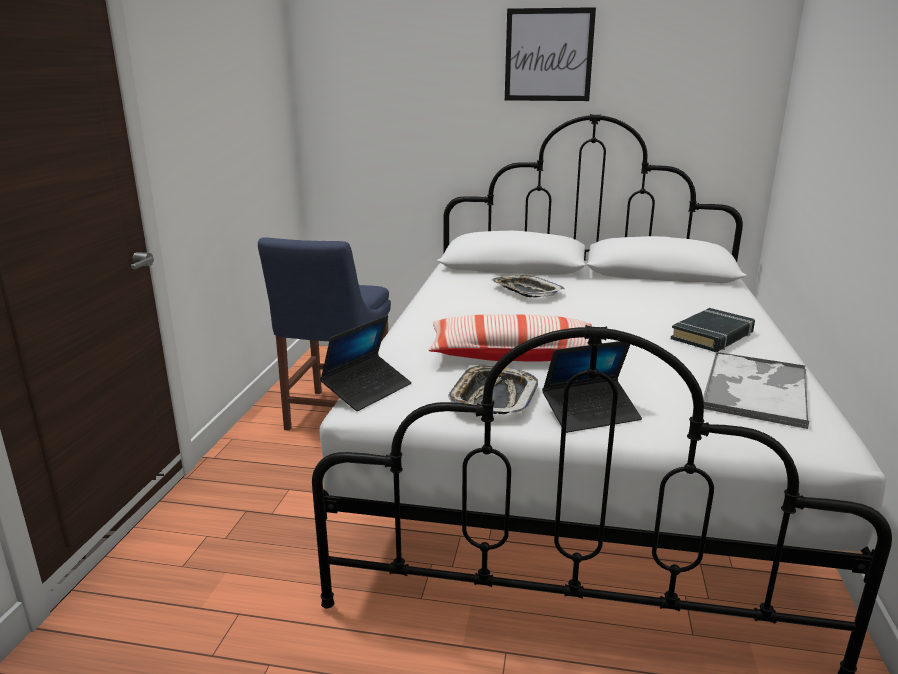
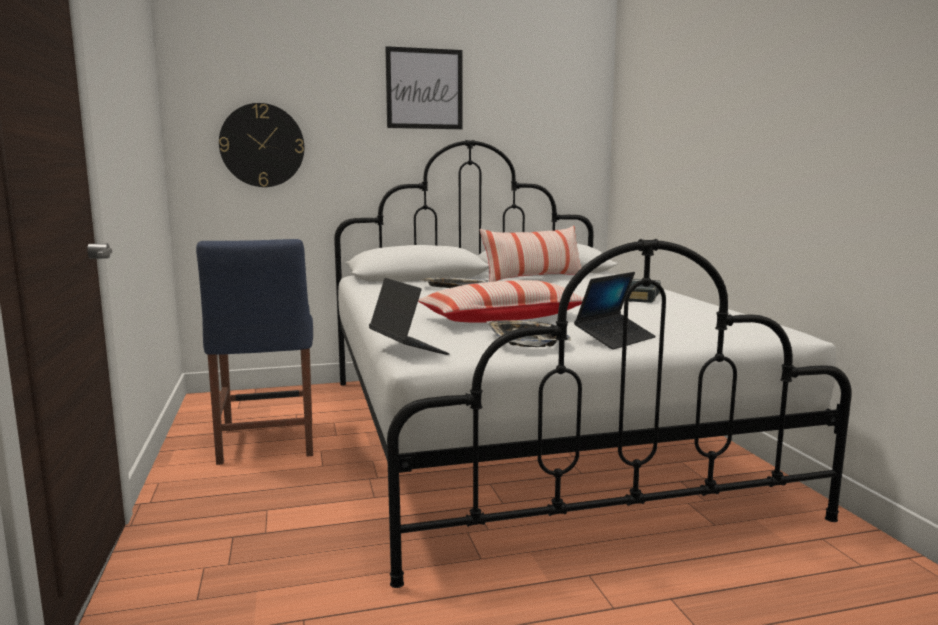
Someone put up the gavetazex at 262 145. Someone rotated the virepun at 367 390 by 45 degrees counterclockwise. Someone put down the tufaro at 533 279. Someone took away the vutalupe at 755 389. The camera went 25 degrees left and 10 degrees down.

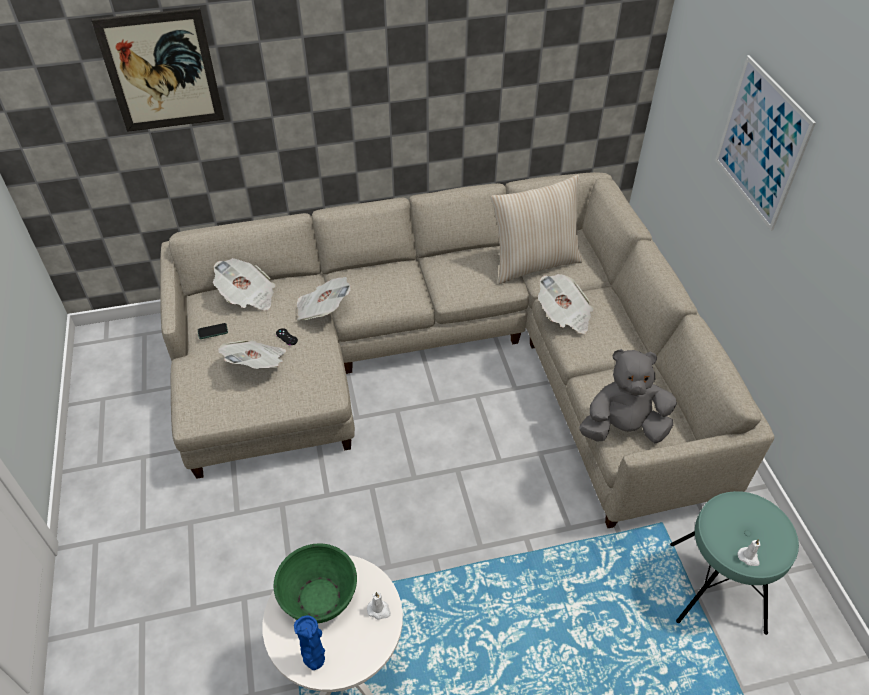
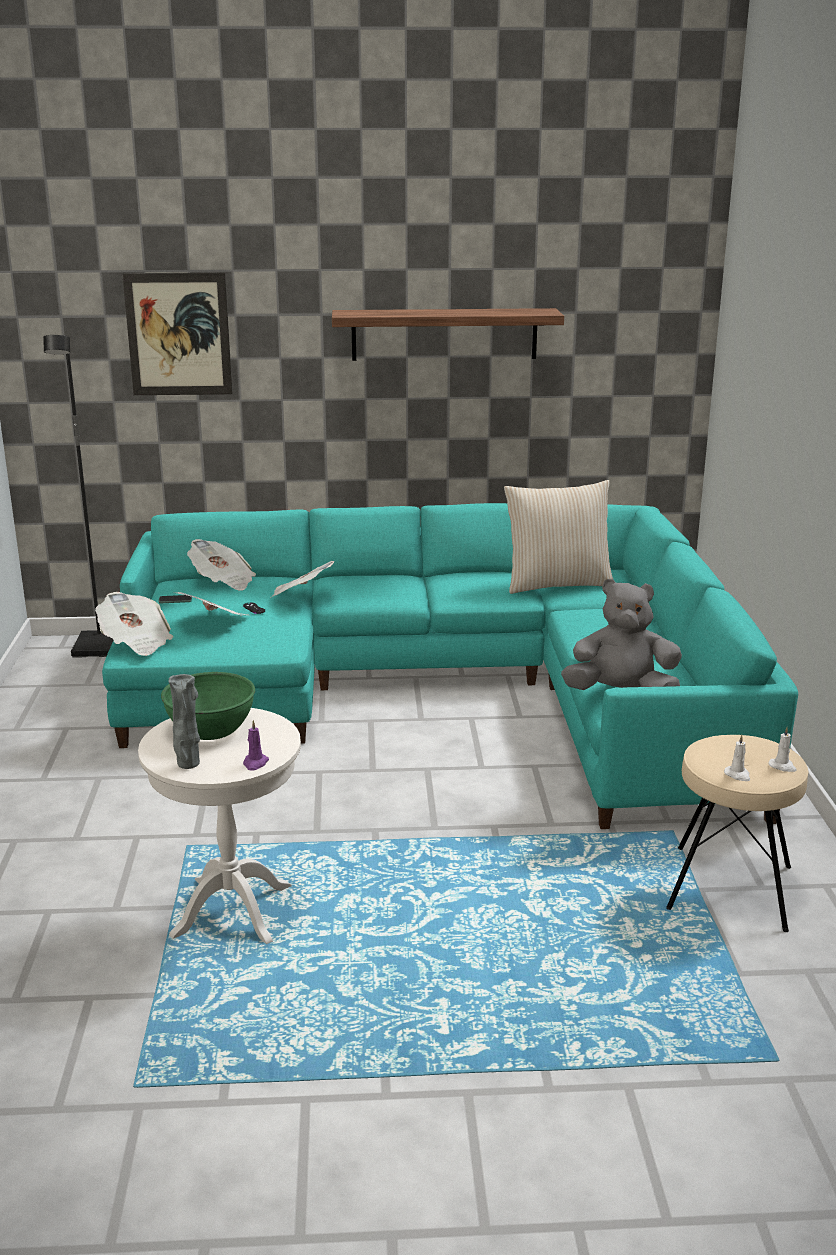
Someone put down the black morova at 98 647. Someone carried the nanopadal from 564 315 to 136 642. Someone repainted the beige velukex at 449 360, which became the turquoise velukex at 446 690. Someone repainted the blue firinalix at 315 661, which became the grey firinalix at 188 764. Someone put down the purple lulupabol at 255 763. Someone put up the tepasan at 444 334. Someone repainted the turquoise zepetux at 716 587, which became the beige zepetux at 729 888. Someone carried the white lulupabol from 379 610 to 782 766. Someone took away the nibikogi at 761 143. The camera went 10 degrees right and 25 degrees down.

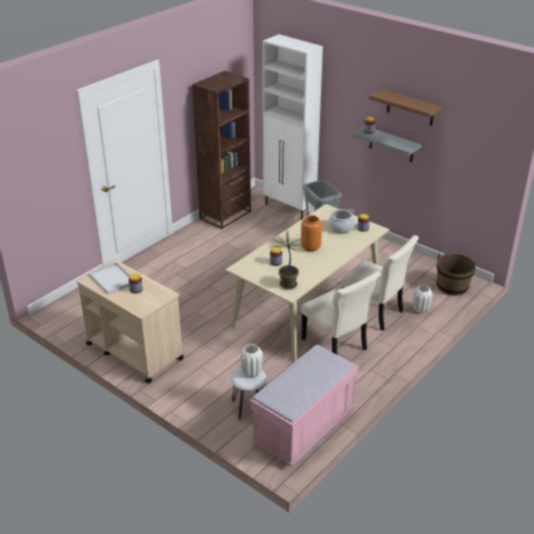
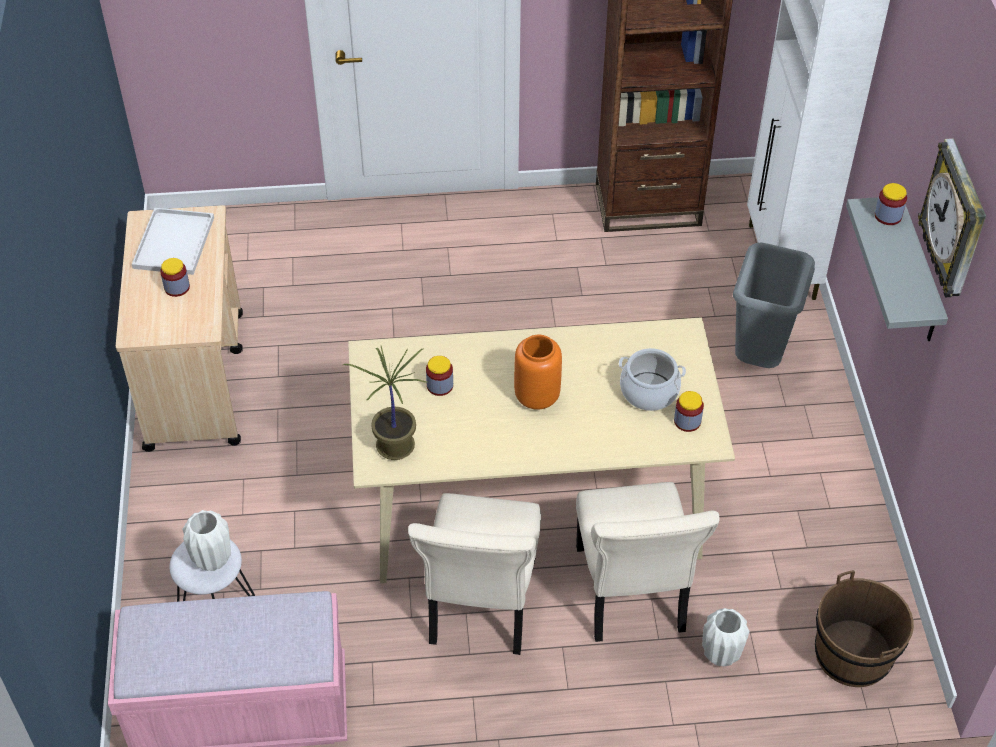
Someone swapped the brown tepasan at 410 108 for the gavetazex at 955 223. The camera went 45 degrees right and 15 degrees up.

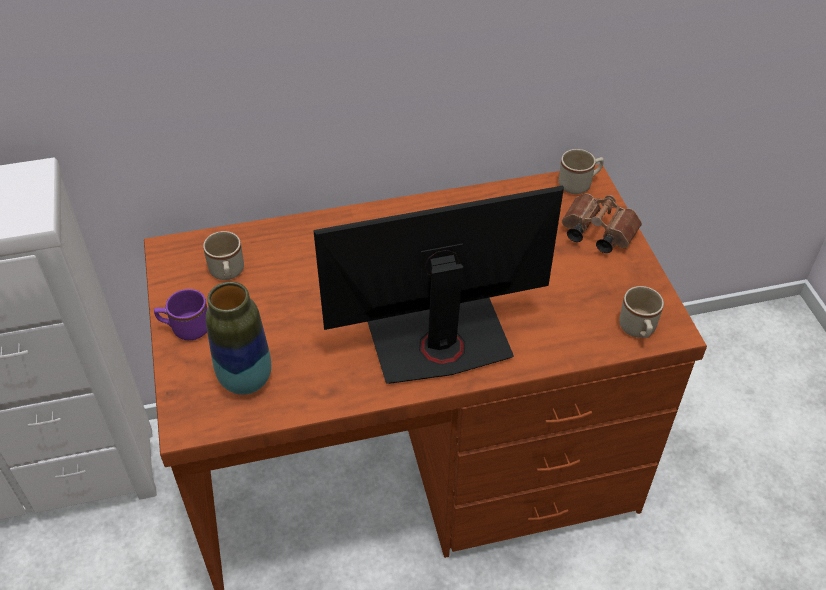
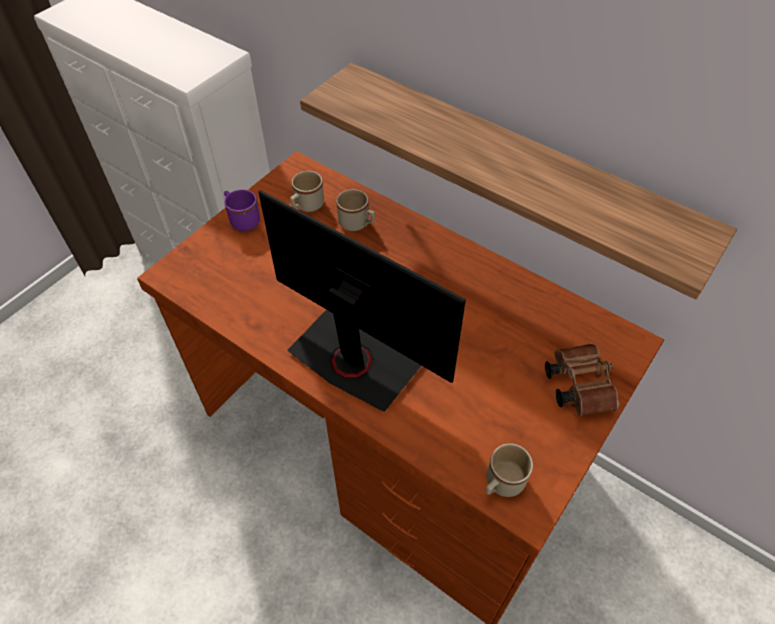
Someone put up the tepasan at 515 170. Someone carried the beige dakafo from 579 184 to 357 224. Someone took away the firinalix at 246 380. The camera went 50 degrees right and 5 degrees up.

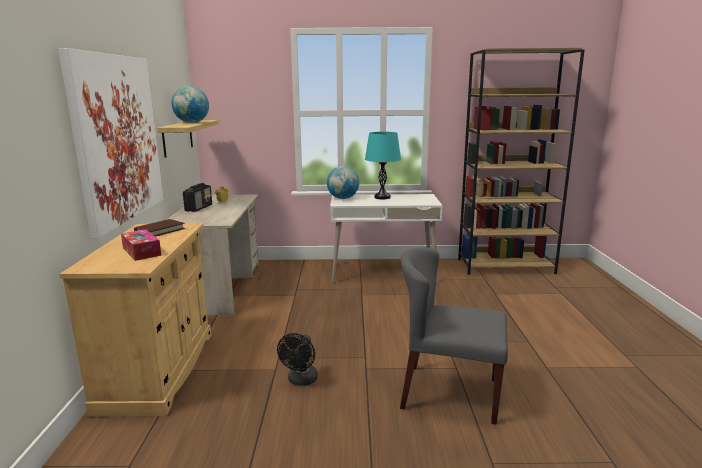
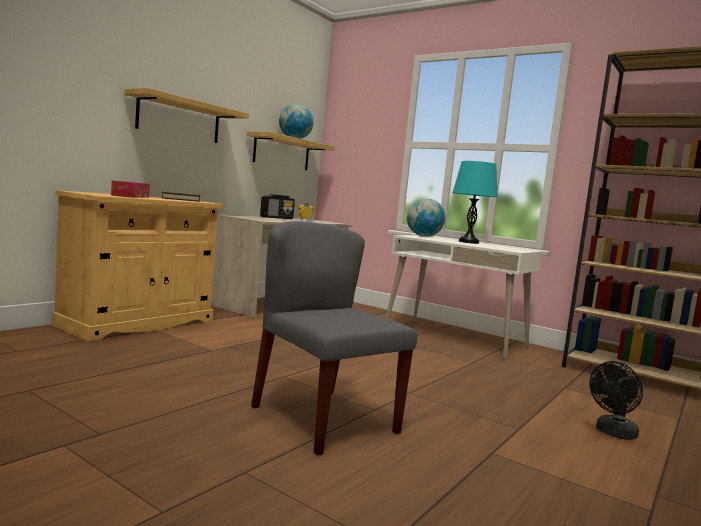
Someone swapped the nibikogi at 117 139 for the tepasan at 179 119. Someone carried the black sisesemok from 301 381 to 613 433. The camera went 35 degrees right and 10 degrees down.

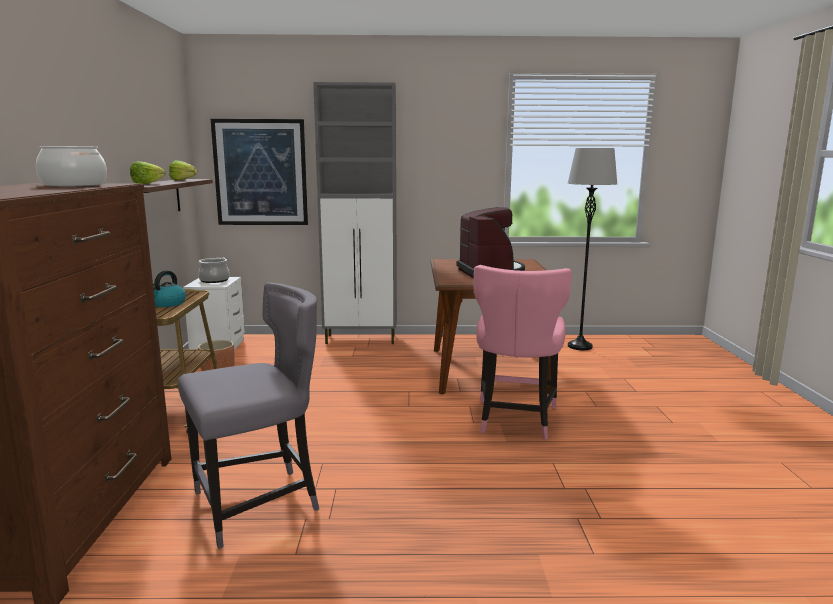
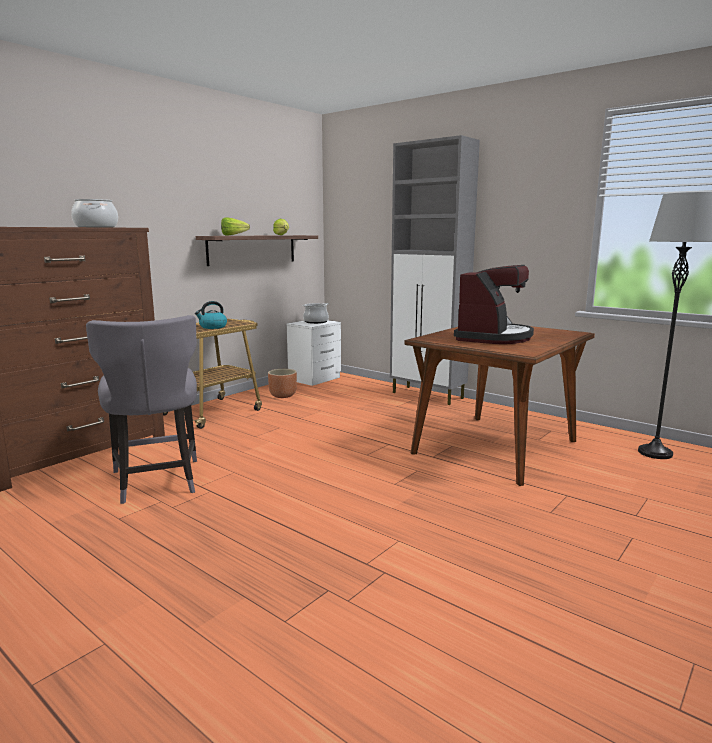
Someone rotated the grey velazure at 259 503 by 60 degrees clockwise. Someone took away the nibikogi at 260 172. Someone took away the pink velazure at 515 420. The camera went 40 degrees right and 0 degrees up.

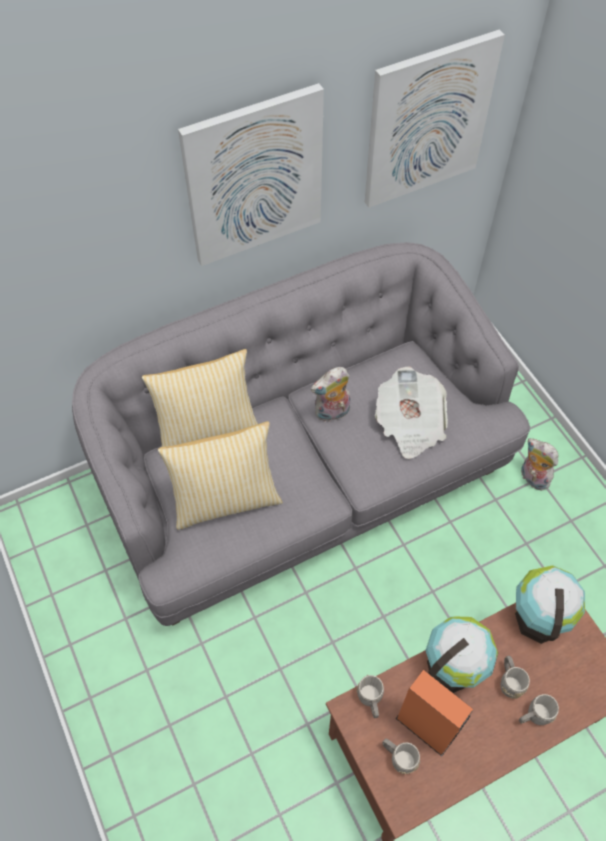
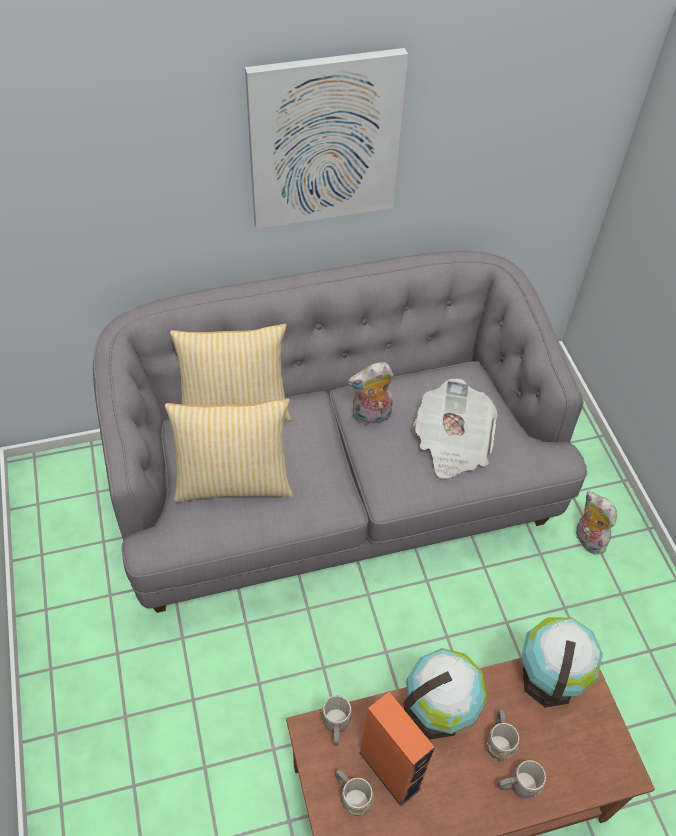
Someone took away the nibikogi at 427 120. The camera went 10 degrees right and 5 degrees down.

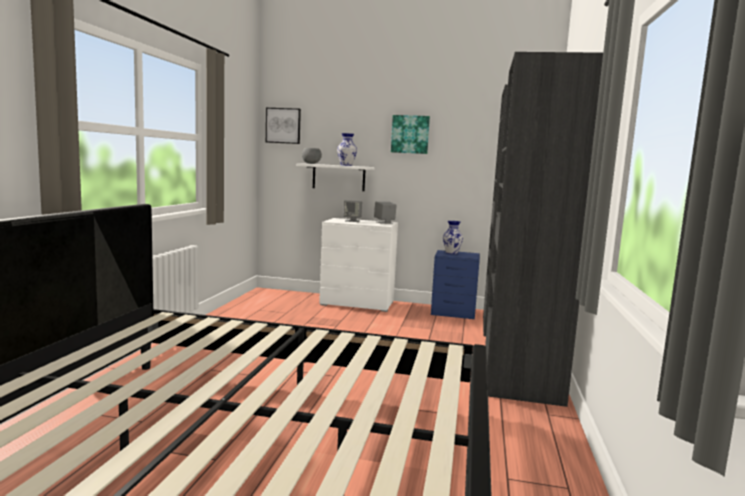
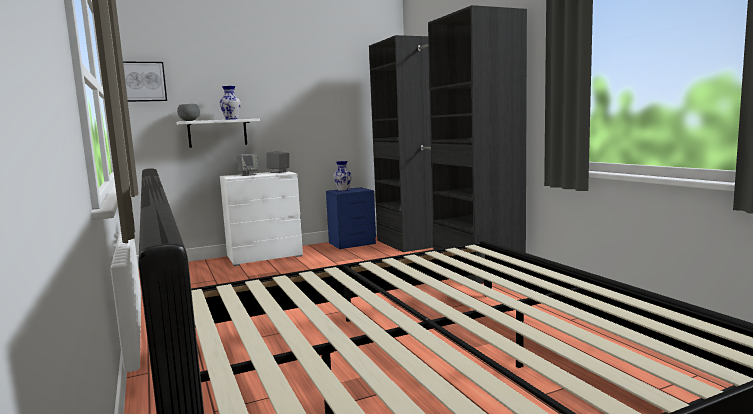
Someone took away the nibikogi at 410 134. The camera went 35 degrees left and 0 degrees up.

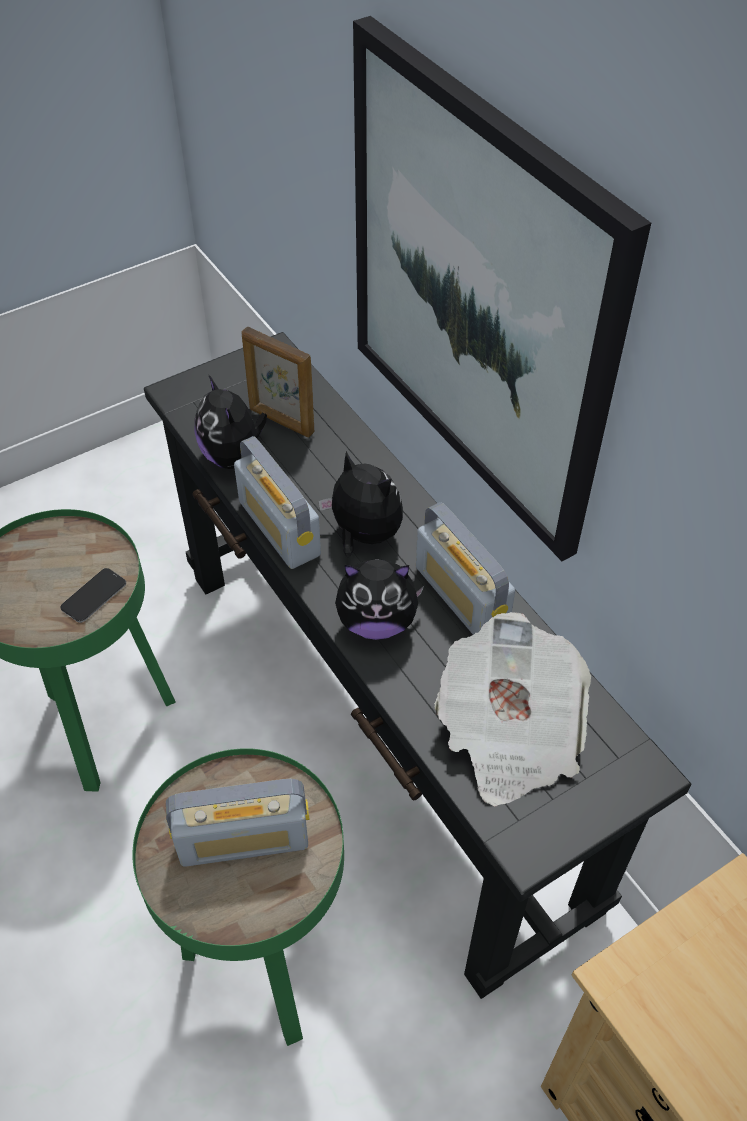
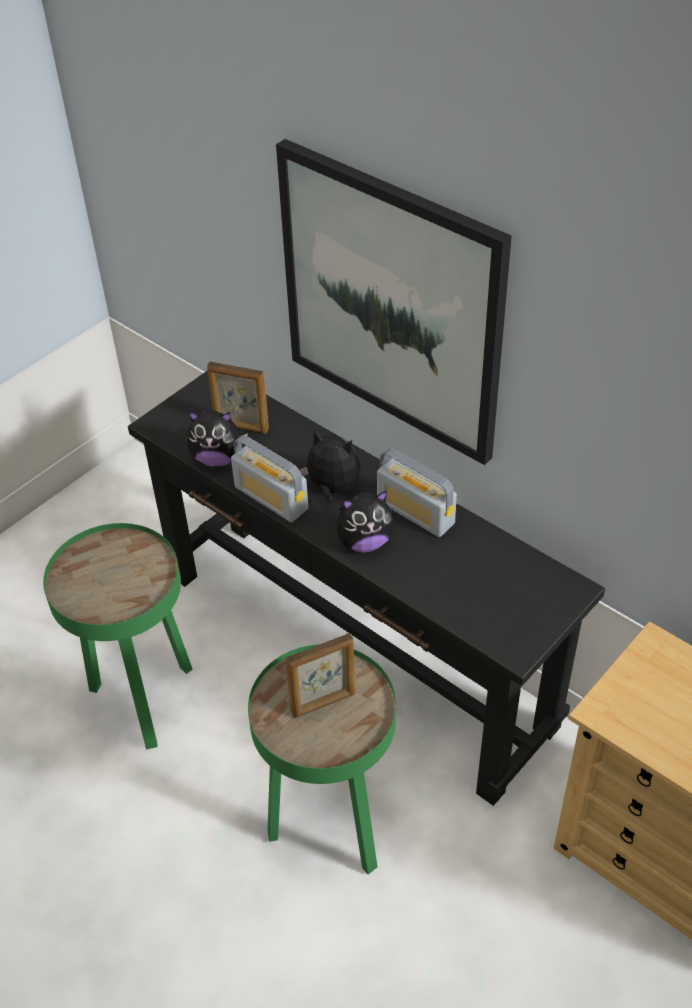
Someone rotated the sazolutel at 234 457 by 45 degrees counterclockwise. Someone swapped the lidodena at 244 839 for the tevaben at 323 703. Someone took away the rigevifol at 94 596. Someone took away the nanopadal at 509 733. The camera went 15 degrees left and 5 degrees down.

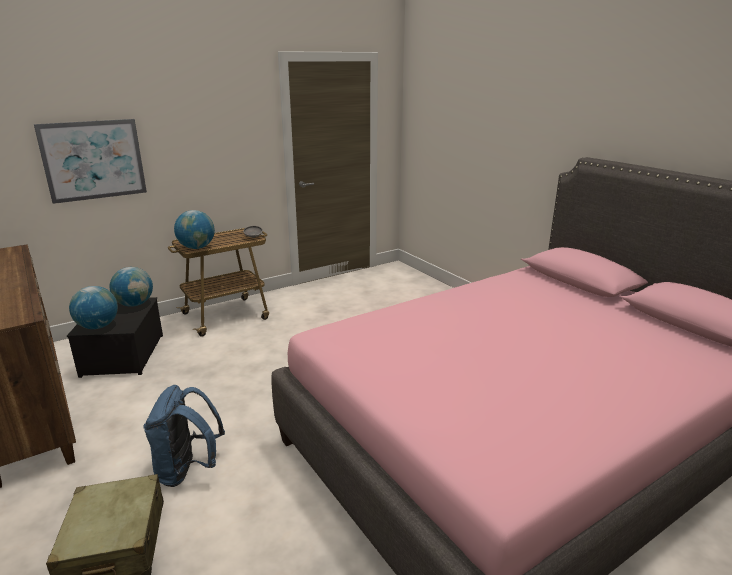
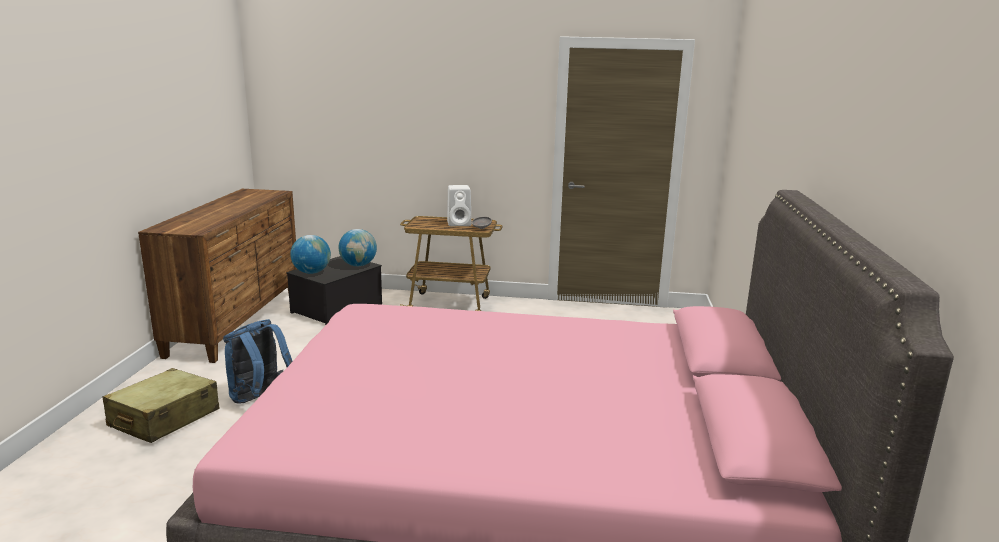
Someone put down the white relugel at 460 223. Someone took away the nibikogi at 93 160. Someone took away the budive at 197 247. The camera went 40 degrees right and 5 degrees down.

